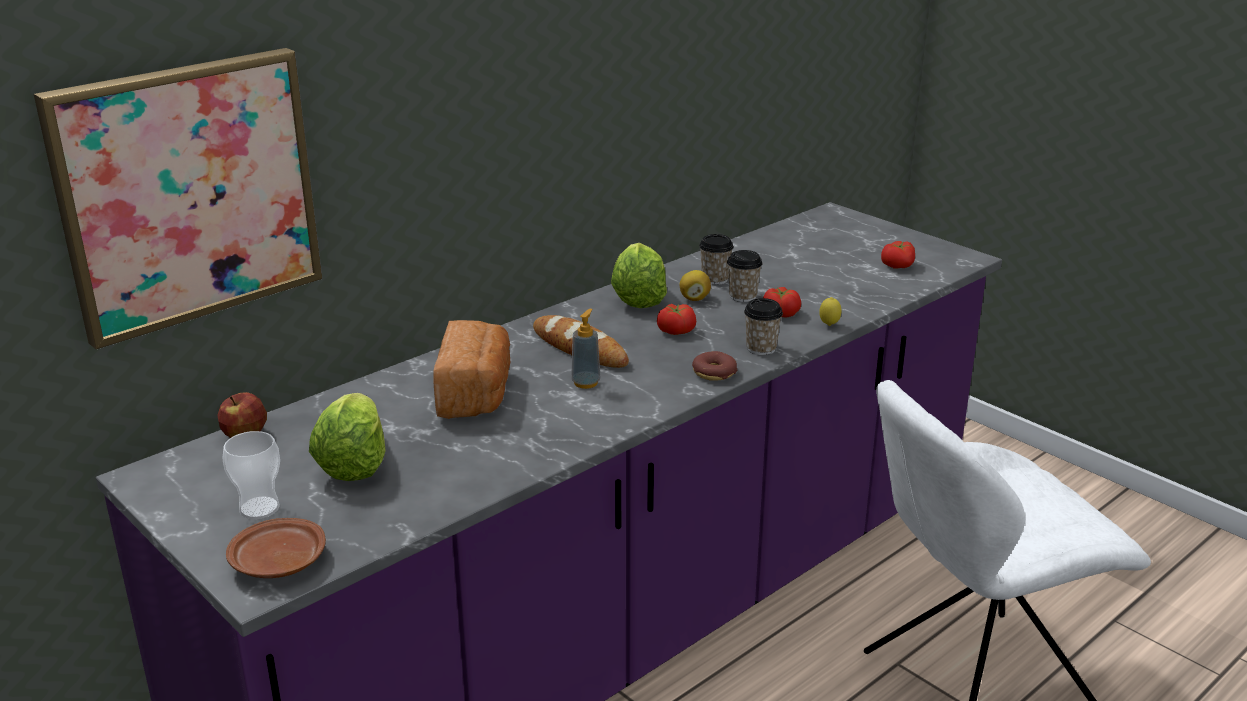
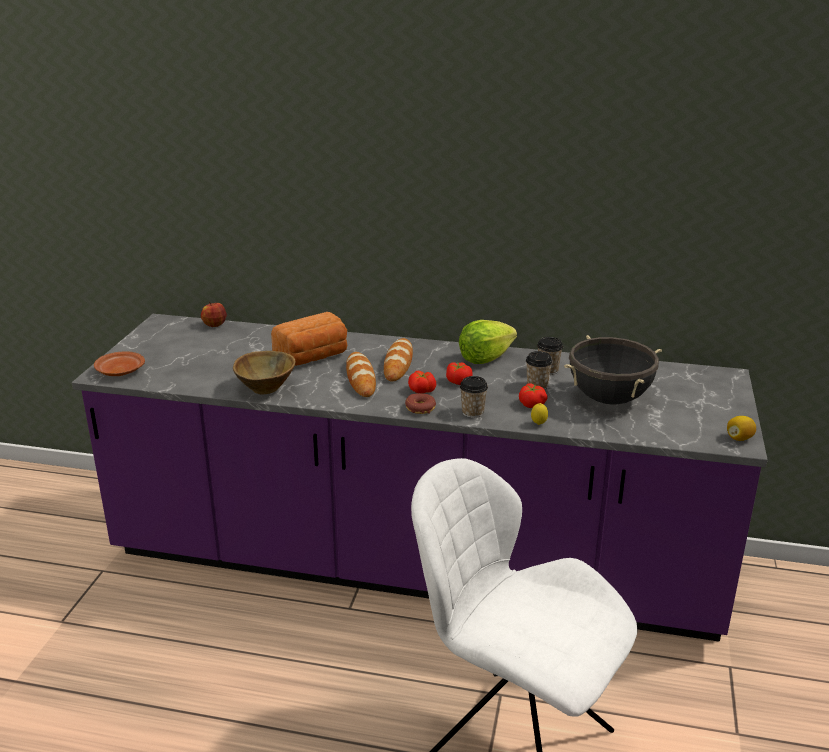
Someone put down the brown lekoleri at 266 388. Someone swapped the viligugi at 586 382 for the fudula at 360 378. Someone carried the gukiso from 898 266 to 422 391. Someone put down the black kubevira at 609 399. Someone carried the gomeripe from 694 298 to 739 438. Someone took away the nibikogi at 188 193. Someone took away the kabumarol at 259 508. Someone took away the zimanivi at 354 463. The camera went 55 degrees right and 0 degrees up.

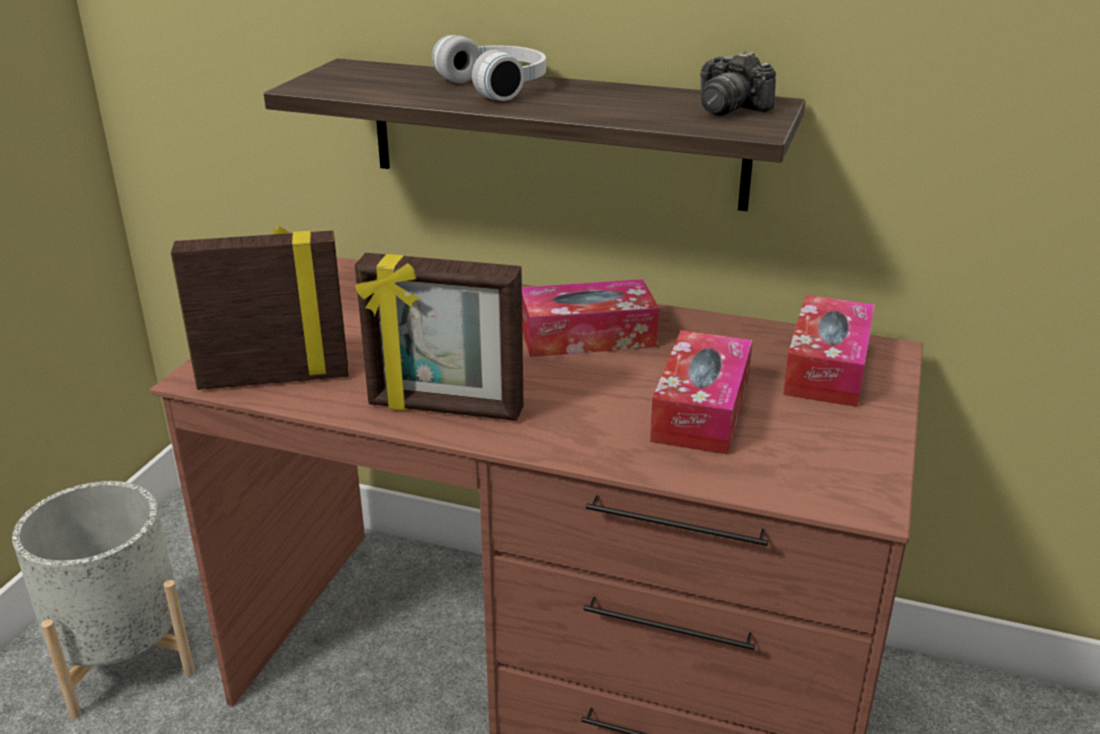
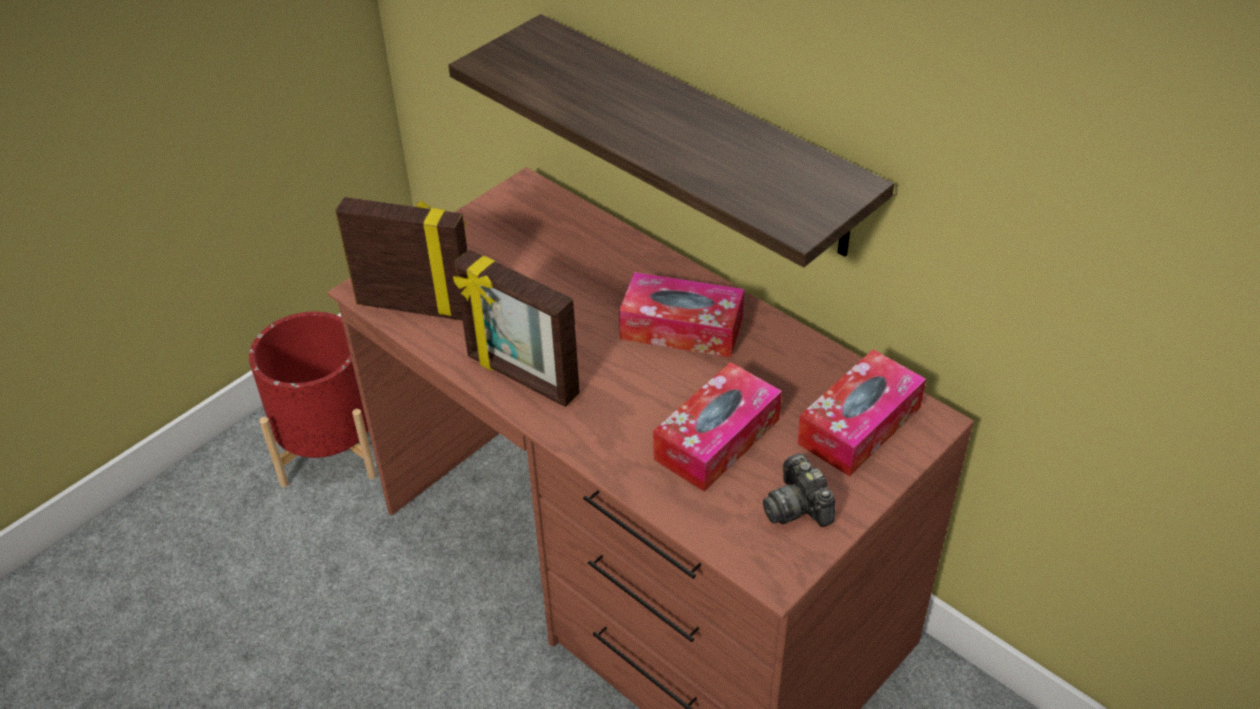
Someone repainted the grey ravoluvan at 123 658, which became the red ravoluvan at 331 447. Someone carried the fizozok from 729 108 to 798 506. Someone took away the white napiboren at 498 86. The camera went 25 degrees right and 15 degrees up.

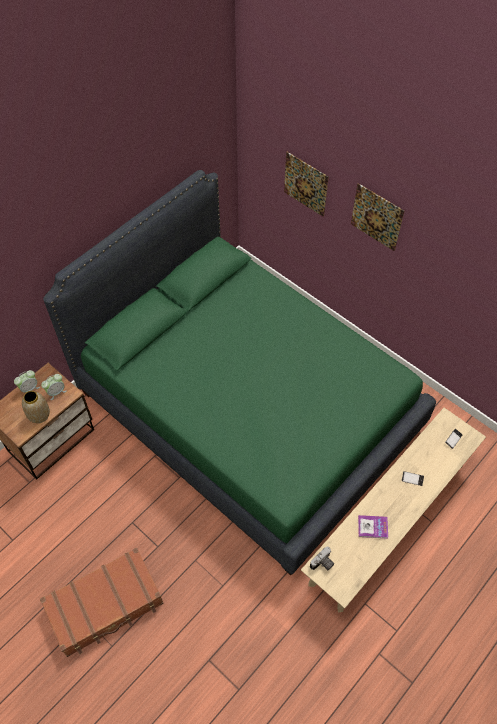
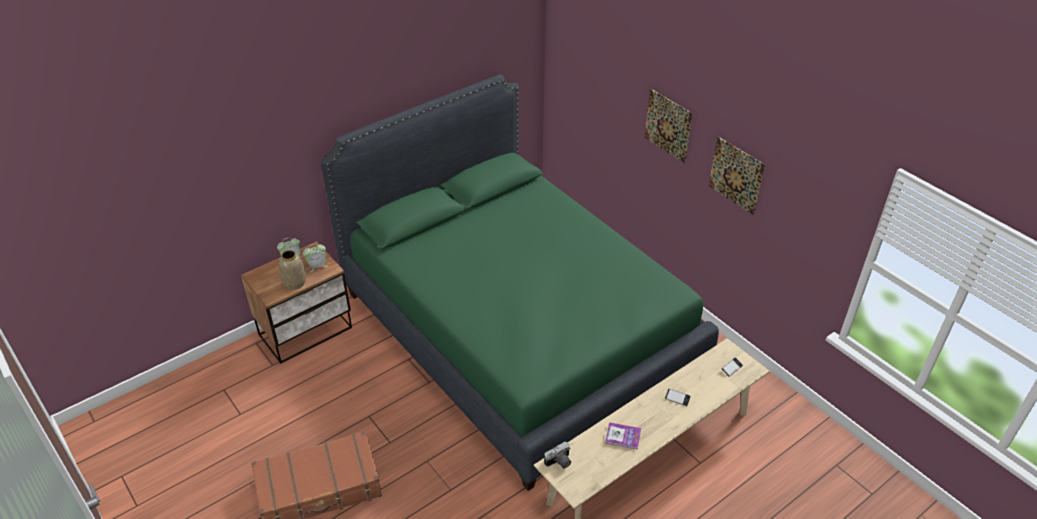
Someone carried the nibikogi from 305 184 to 736 175. The camera went 10 degrees right and 15 degrees down.

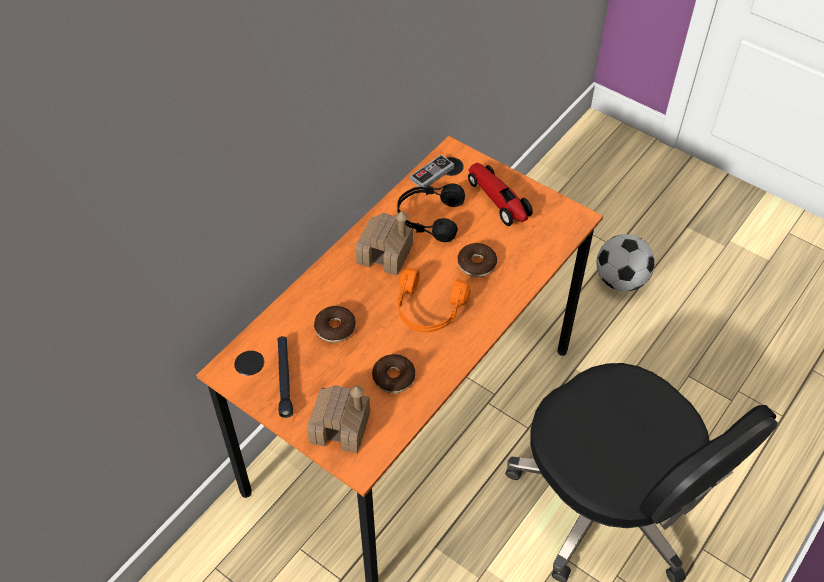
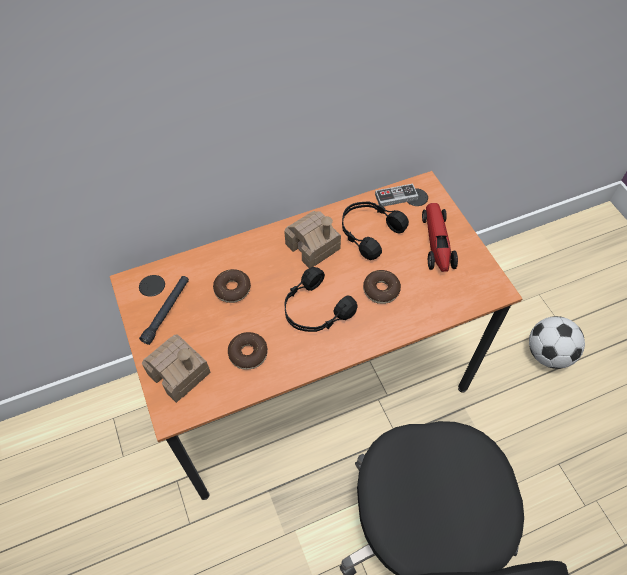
Someone repainted the orange napiboren at 428 310, which became the black napiboren at 314 310. The camera went 30 degrees right and 5 degrees up.

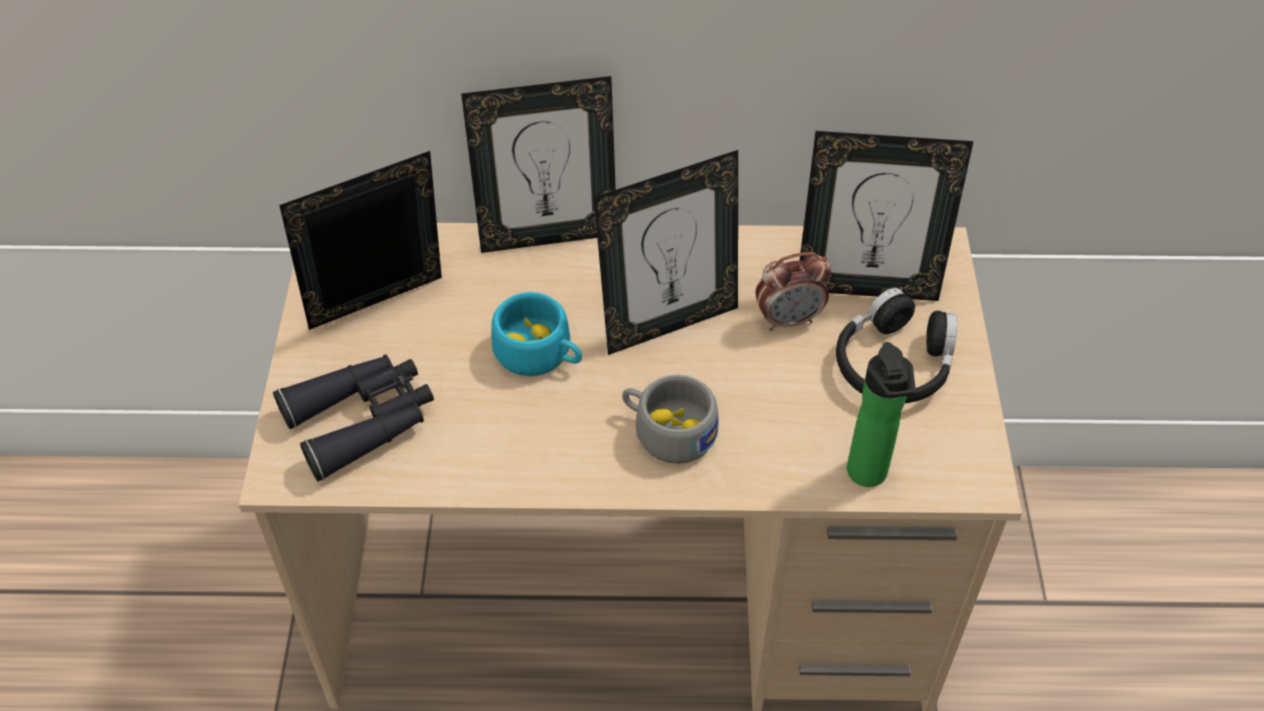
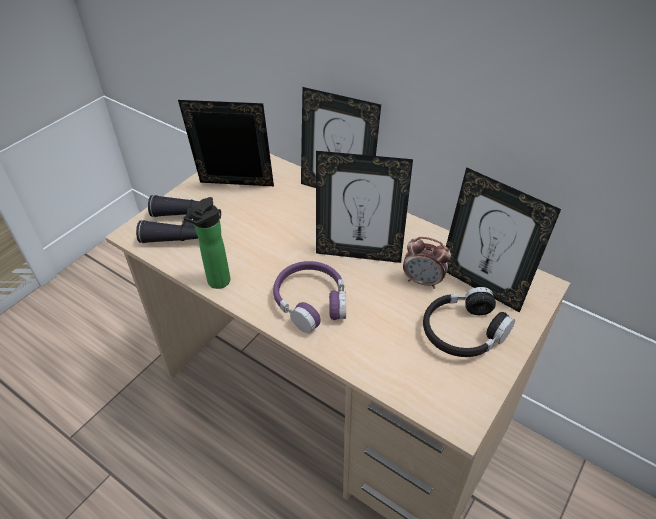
Someone carried the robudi from 868 476 to 216 283. Someone swapped the grey kabumarol at 667 431 for the purple napiboren at 311 302. Someone took away the turquoise kabumarol at 540 354. The camera went 35 degrees right and 5 degrees down.

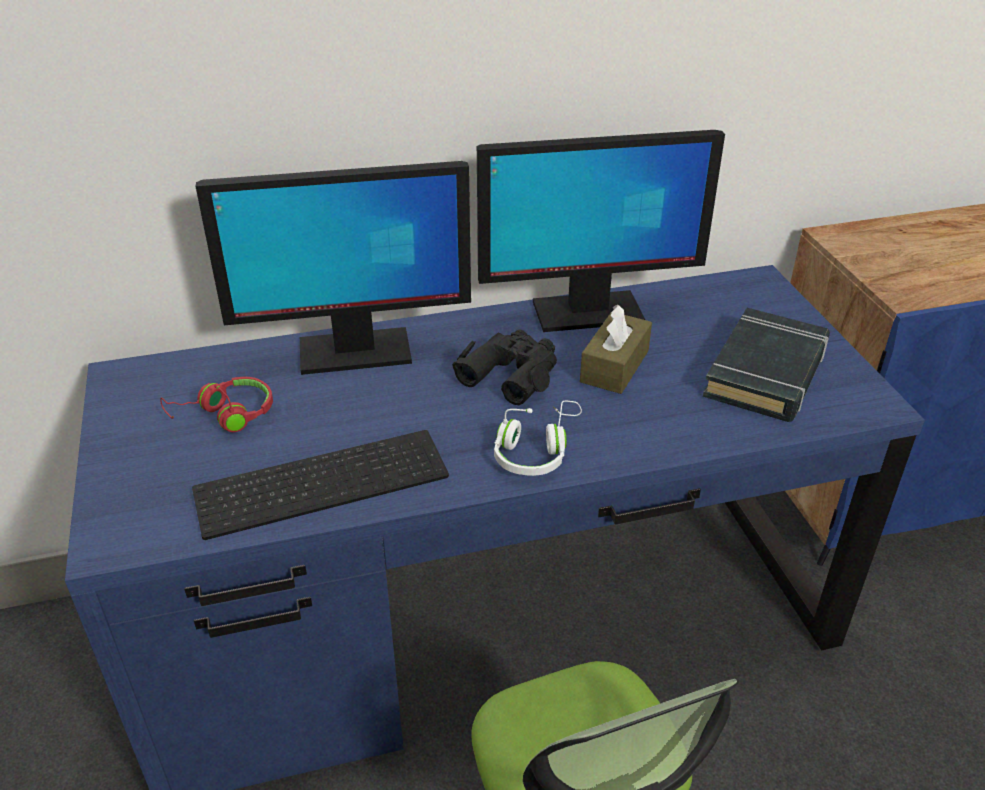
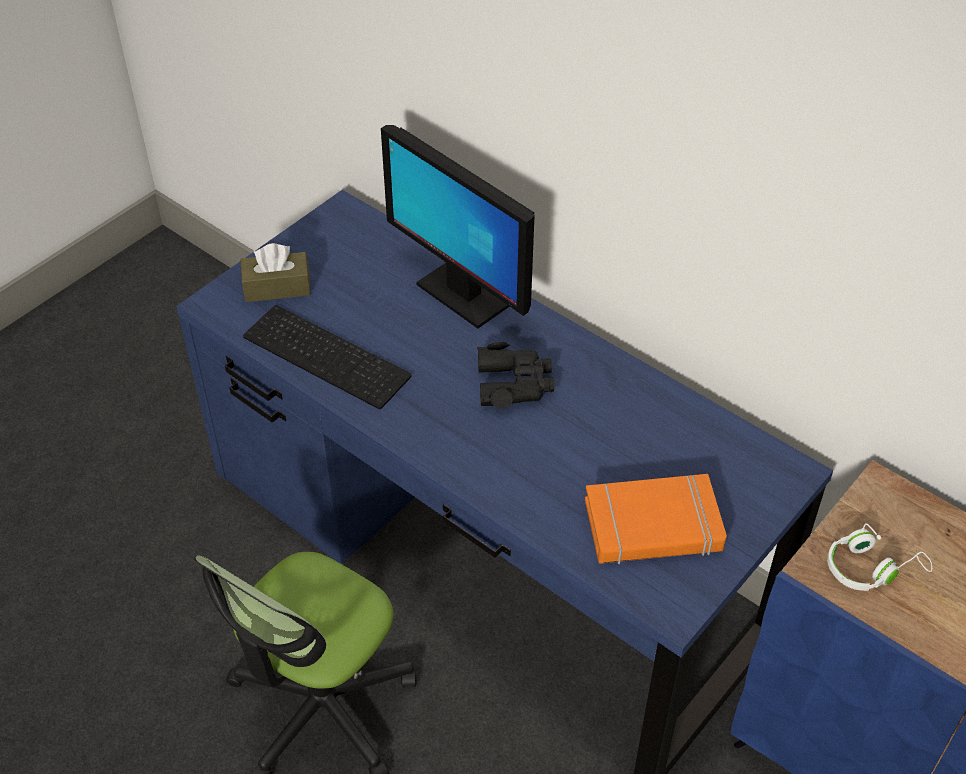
Someone carried the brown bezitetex from 614 366 to 277 287. Someone repainted the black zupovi at 766 373, which became the orange zupovi at 653 526. Someone carried the white napiboren from 536 450 to 870 568. Someone took away the red napiboren at 224 415. Someone took away the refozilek at 586 312. The camera went 55 degrees right and 10 degrees up.

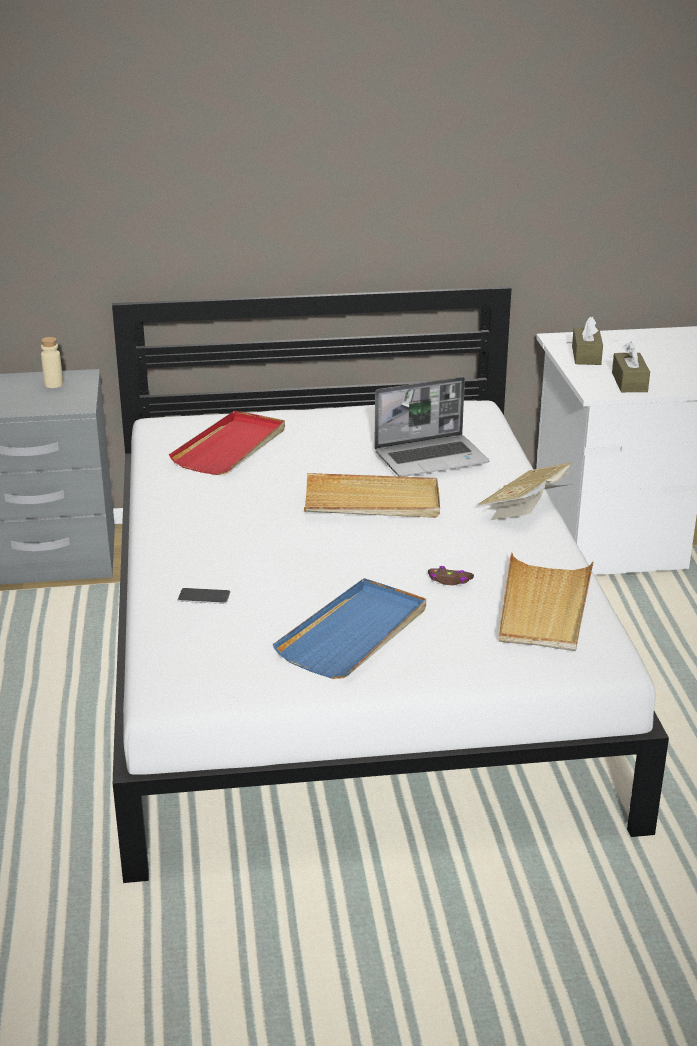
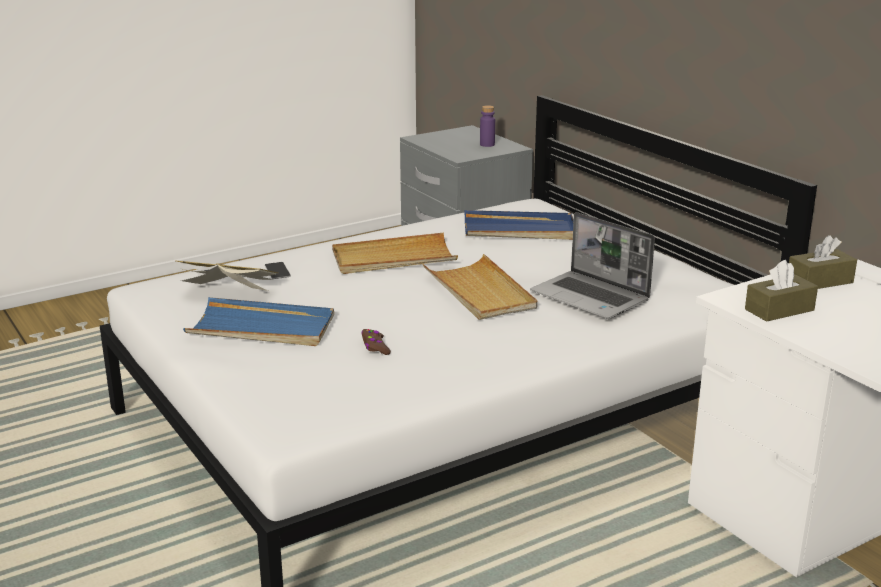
Someone carried the zupovi from 526 510 to 228 293. Someone carried the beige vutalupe from 544 607 to 393 259. Someone repainted the red vutalupe at 231 447, which became the blue vutalupe at 520 230. Someone repainted the beige robudi at 53 384, which became the purple robudi at 487 144. The camera went 65 degrees right and 5 degrees down.

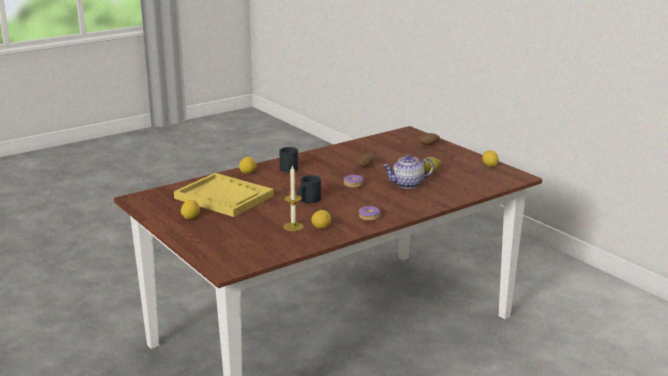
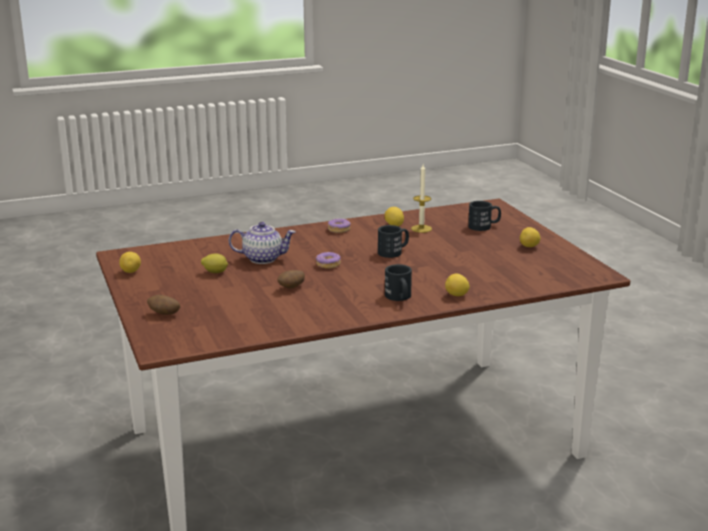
Someone put down the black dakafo at 484 226. Someone took away the yellow vutalupe at 224 197. The camera went 165 degrees left and 0 degrees up.

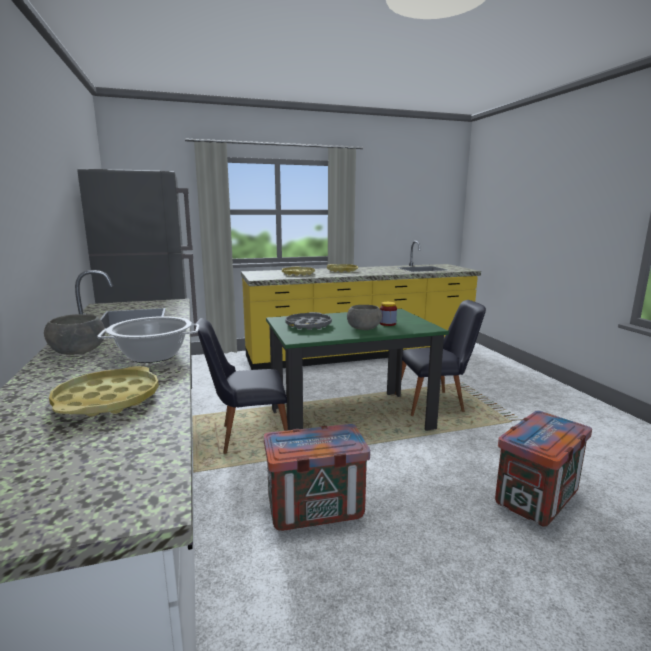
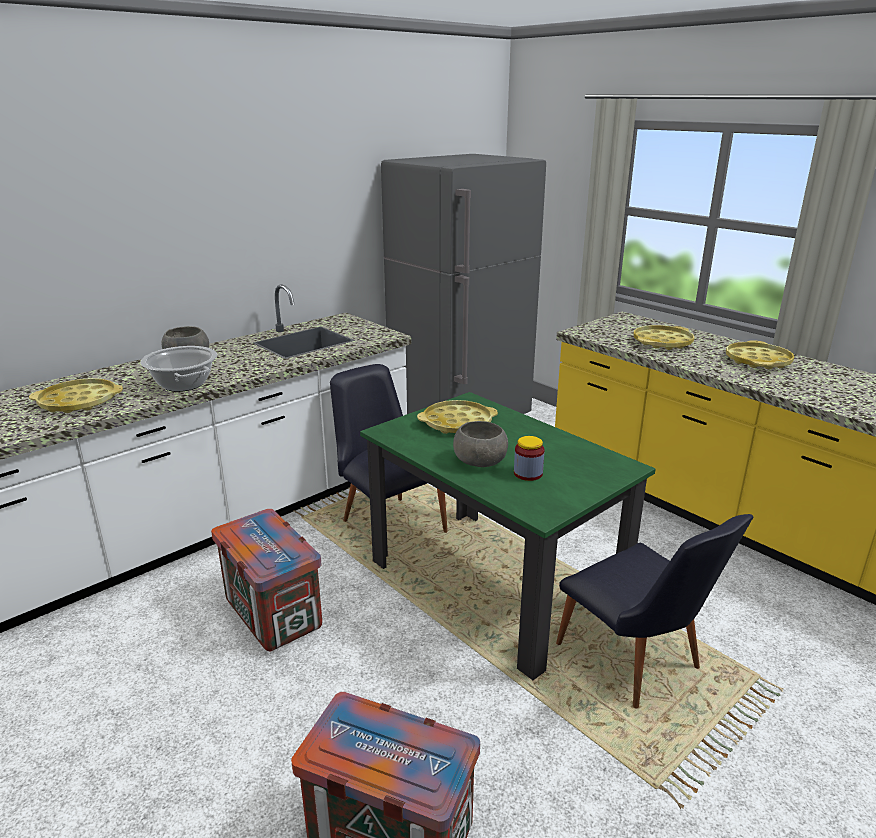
Someone repainted the grey vutalupe at 308 325, which became the yellow vutalupe at 457 423. The camera went 65 degrees right and 10 degrees up.

